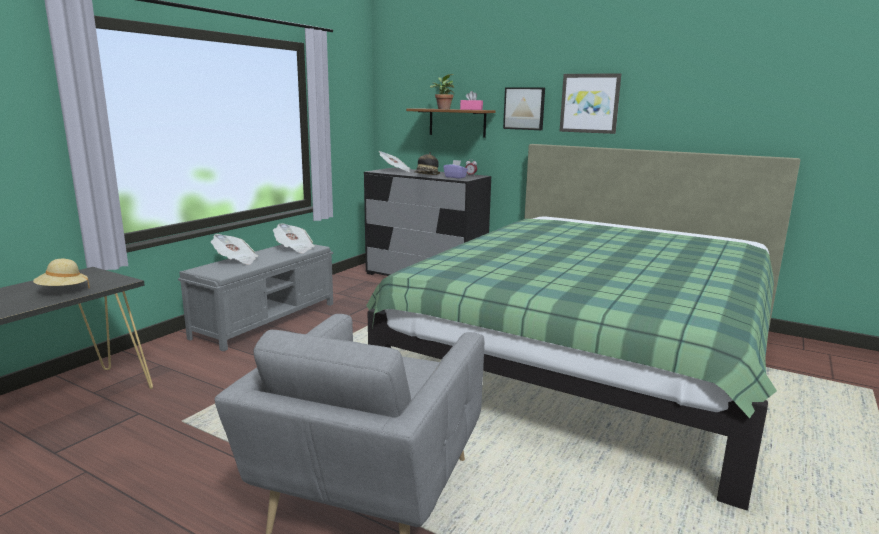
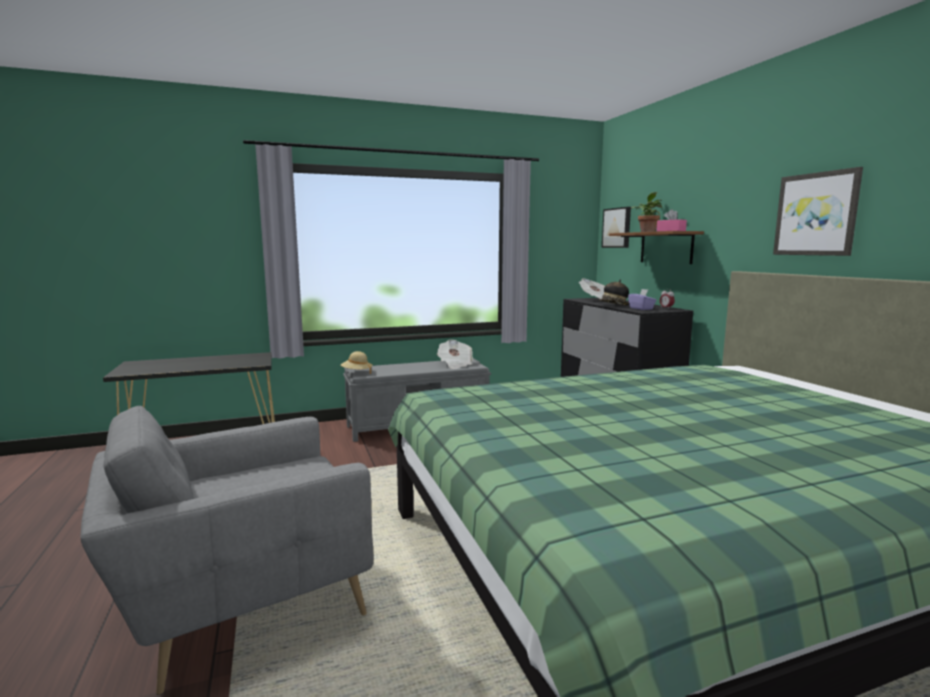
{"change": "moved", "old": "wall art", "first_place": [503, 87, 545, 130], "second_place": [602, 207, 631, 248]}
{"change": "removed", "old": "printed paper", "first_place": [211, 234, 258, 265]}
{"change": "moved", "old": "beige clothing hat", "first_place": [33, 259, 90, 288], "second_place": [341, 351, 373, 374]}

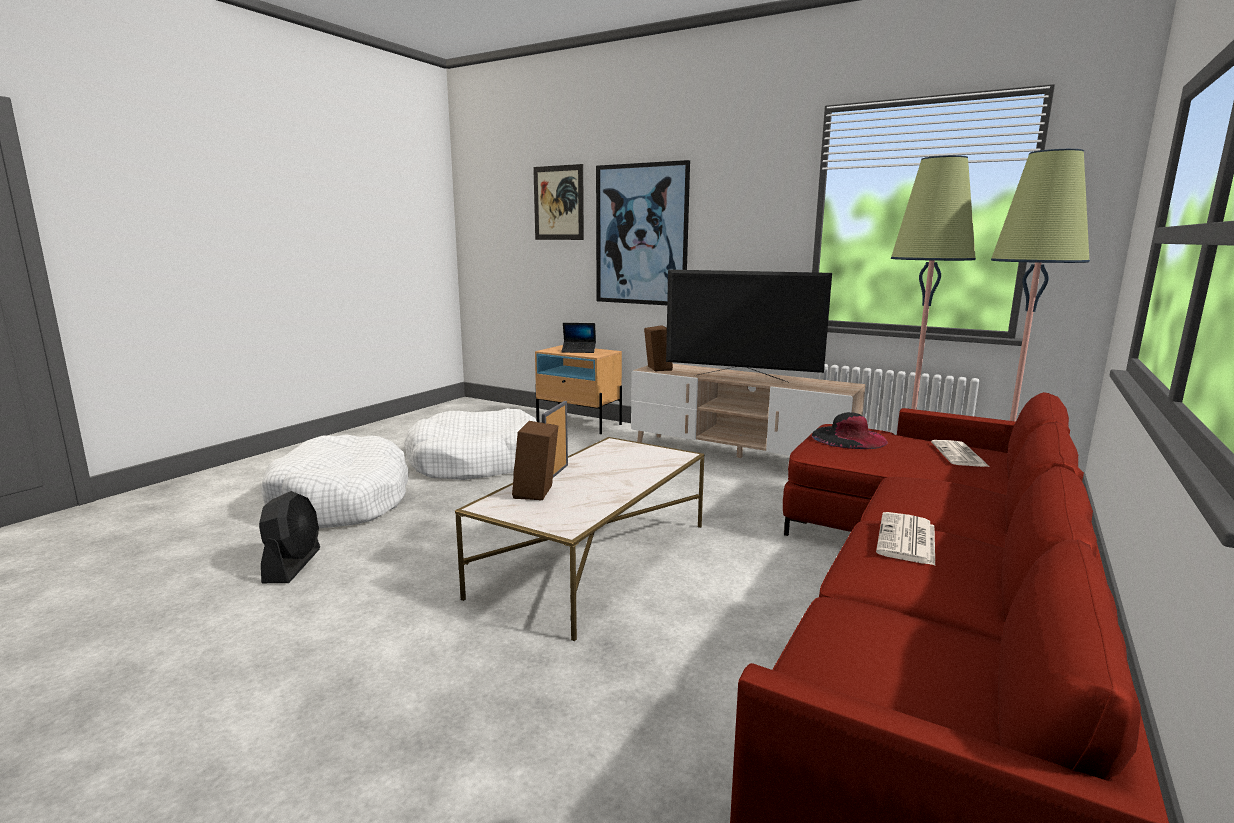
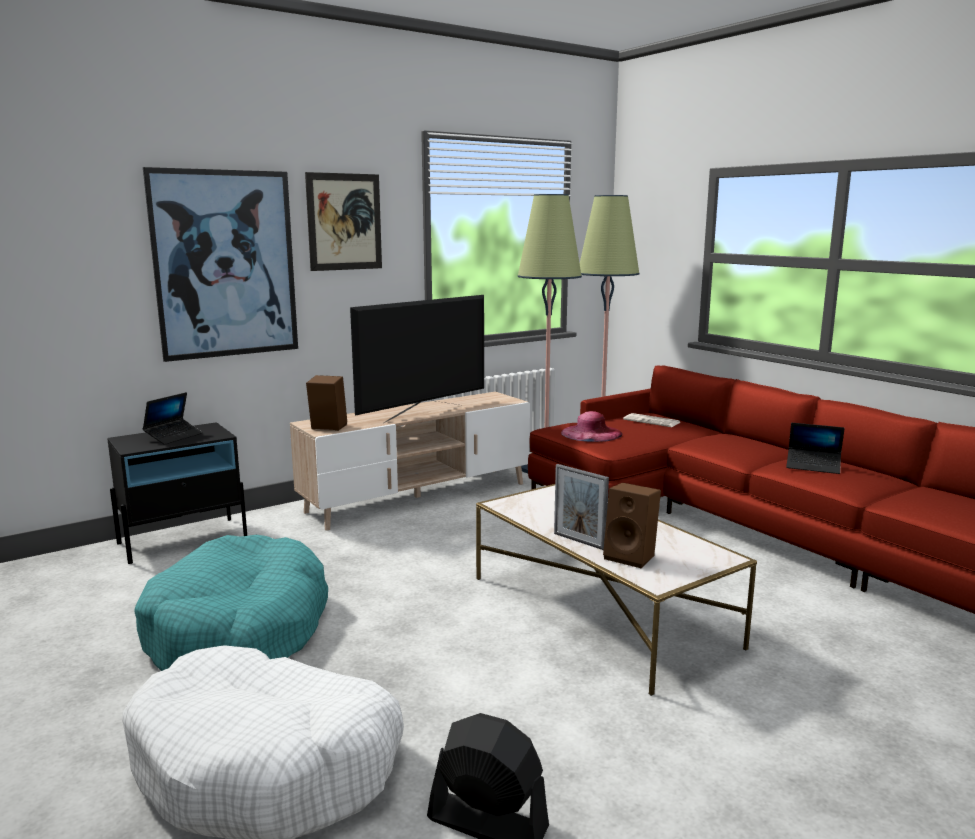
{"change": "moved", "old": "wall art", "first_place": [533, 164, 584, 240], "second_place": [305, 172, 382, 271]}
{"change": "recoloured", "old": "beige nightstand", "new": "black nightstand", "first_place": [535, 345, 622, 434], "second_place": [107, 422, 247, 564]}
{"change": "recoloured", "old": "white dog bed", "new": "blue-green dog bed", "first_place": [404, 408, 537, 480], "second_place": [134, 535, 328, 671]}
{"change": "recoloured", "old": "black clothing hat", "new": "pinkish clothing hat", "first_place": [812, 412, 888, 449], "second_place": [561, 411, 623, 442]}
{"change": "replaced", "old": "printed paper", "new": "laptop", "first_place": [876, 512, 935, 565], "second_place": [786, 423, 845, 474]}

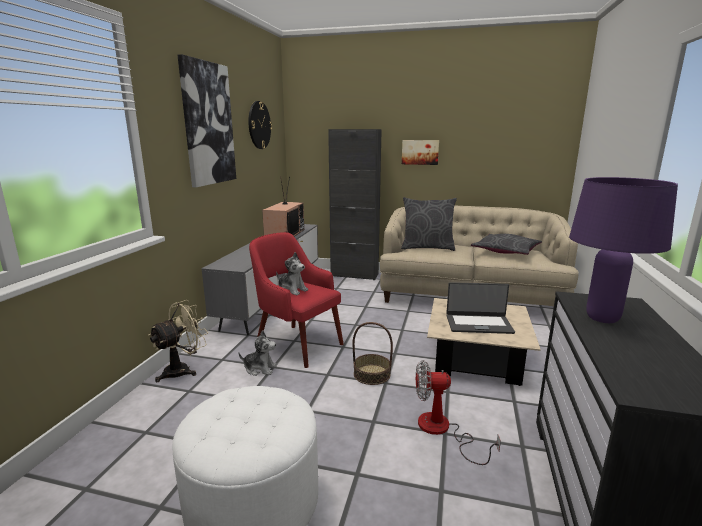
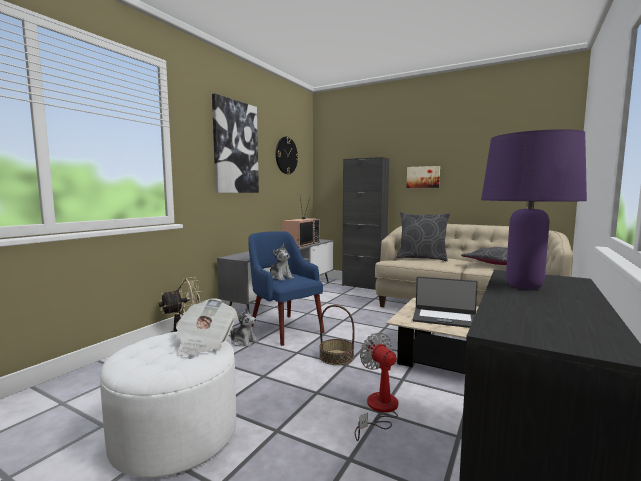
{"change": "recoloured", "old": "reddish easy chair", "new": "blue-coloured easy chair", "first_place": [249, 232, 344, 368], "second_place": [248, 231, 325, 346]}
{"change": "turned", "old": "electric fan", "first_place": [416, 360, 501, 465], "second_place": [355, 333, 398, 441], "degrees": 45}
{"change": "added", "new": "printed paper", "second_place": [175, 298, 237, 356]}

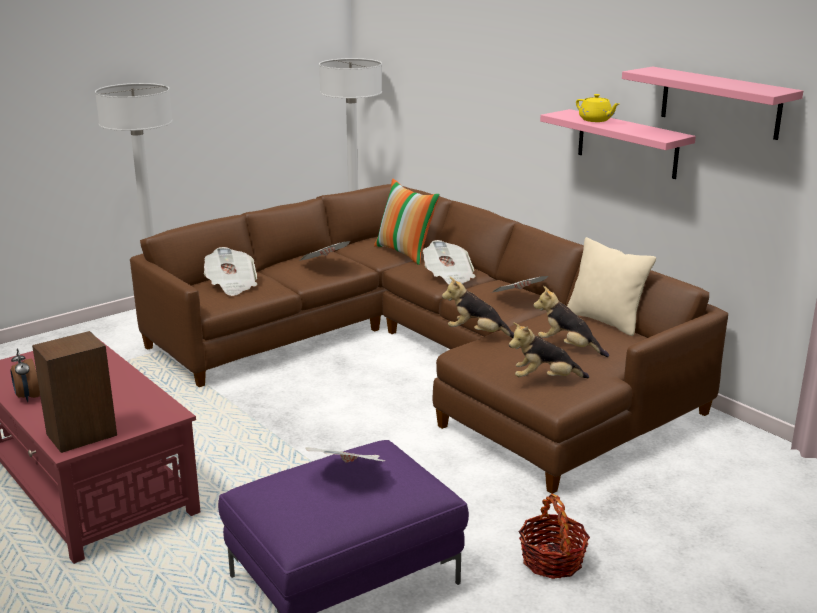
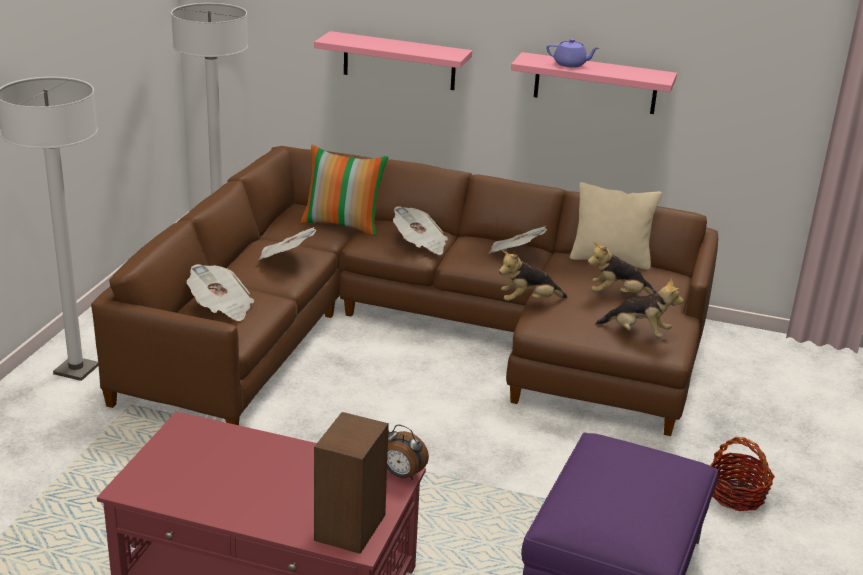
{"change": "moved", "old": "pinkish bracket shelf", "first_place": [622, 66, 803, 140], "second_place": [314, 31, 472, 90]}
{"change": "recoloured", "old": "yellow pot for tea", "new": "purple pot for tea", "first_place": [576, 94, 619, 122], "second_place": [546, 39, 600, 68]}
{"change": "turned", "old": "plush toy", "first_place": [509, 322, 589, 378], "second_place": [596, 278, 684, 337], "degrees": -120}
{"change": "moved", "old": "table clock", "first_place": [11, 348, 40, 402], "second_place": [387, 425, 429, 480]}
{"change": "removed", "old": "printed paper", "first_place": [305, 447, 386, 463]}

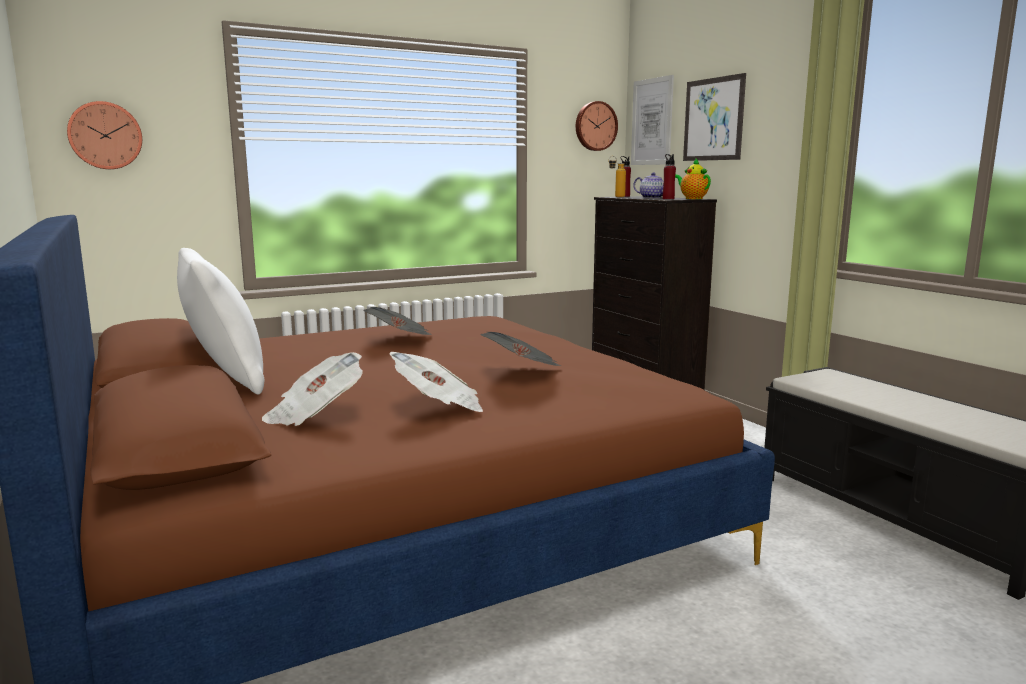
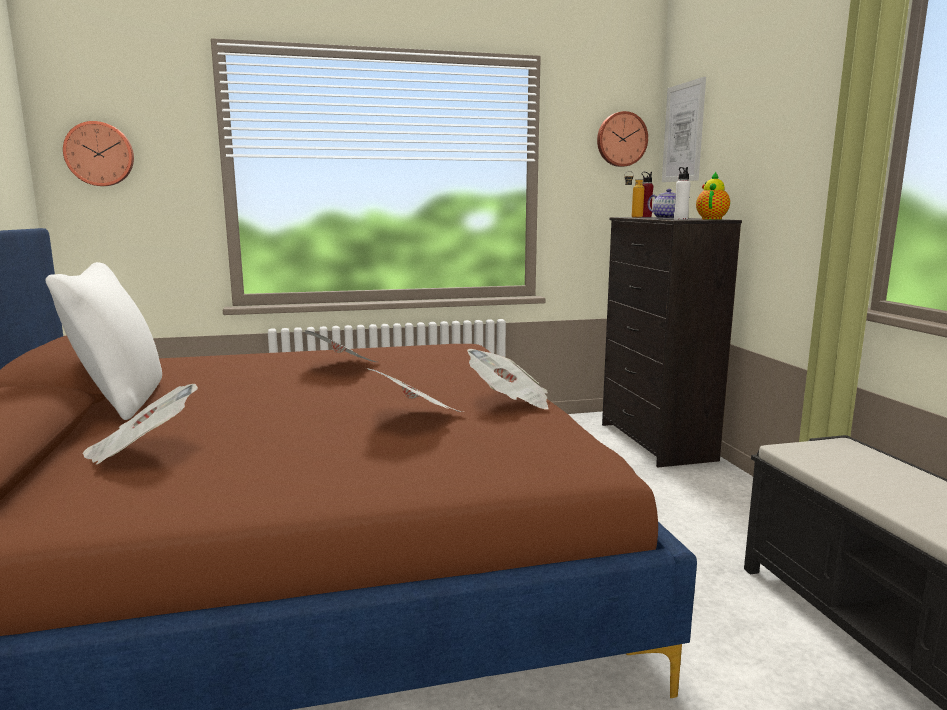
{"change": "removed", "old": "wall art", "first_place": [683, 73, 746, 161]}
{"change": "recoloured", "old": "reddish bottle", "new": "white bottle", "first_place": [663, 154, 676, 199], "second_place": [674, 167, 691, 220]}
{"change": "turned", "old": "pot for tea", "first_place": [675, 159, 711, 199], "second_place": [696, 172, 730, 220], "degrees": 45}
{"change": "moved", "old": "printed paper", "first_place": [390, 352, 483, 412], "second_place": [467, 349, 548, 410]}

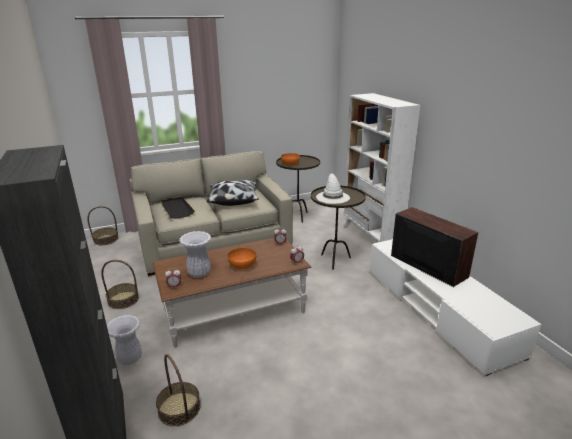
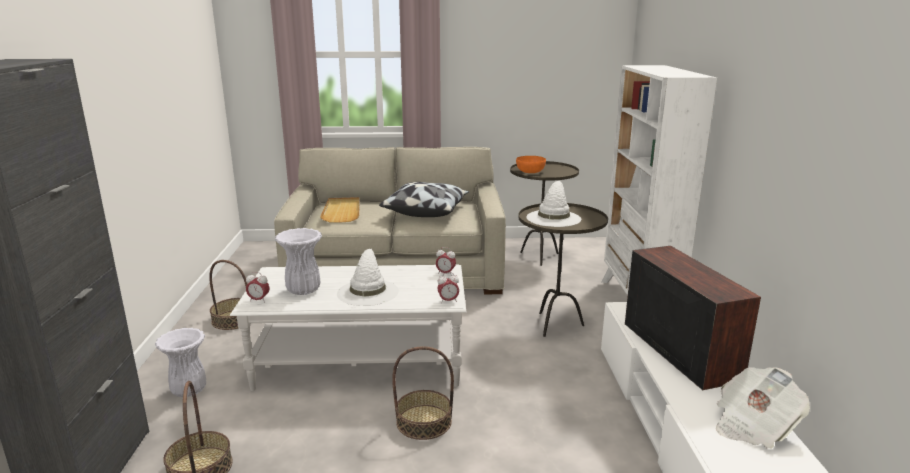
{"change": "recoloured", "old": "black carrying tray", "new": "beige carrying tray", "first_place": [161, 196, 195, 219], "second_place": [320, 197, 360, 223]}
{"change": "moved", "old": "storage basket", "first_place": [88, 206, 118, 245], "second_place": [392, 346, 454, 440]}
{"change": "recoloured", "old": "brownish coffee table", "new": "white coffee table", "first_place": [152, 238, 312, 348], "second_place": [230, 265, 466, 391]}
{"change": "replaced", "old": "orange-coloured serving bowl", "new": "white clothing hat", "first_place": [228, 248, 256, 269], "second_place": [337, 249, 399, 306]}
{"change": "added", "new": "printed paper", "second_place": [716, 367, 810, 449]}

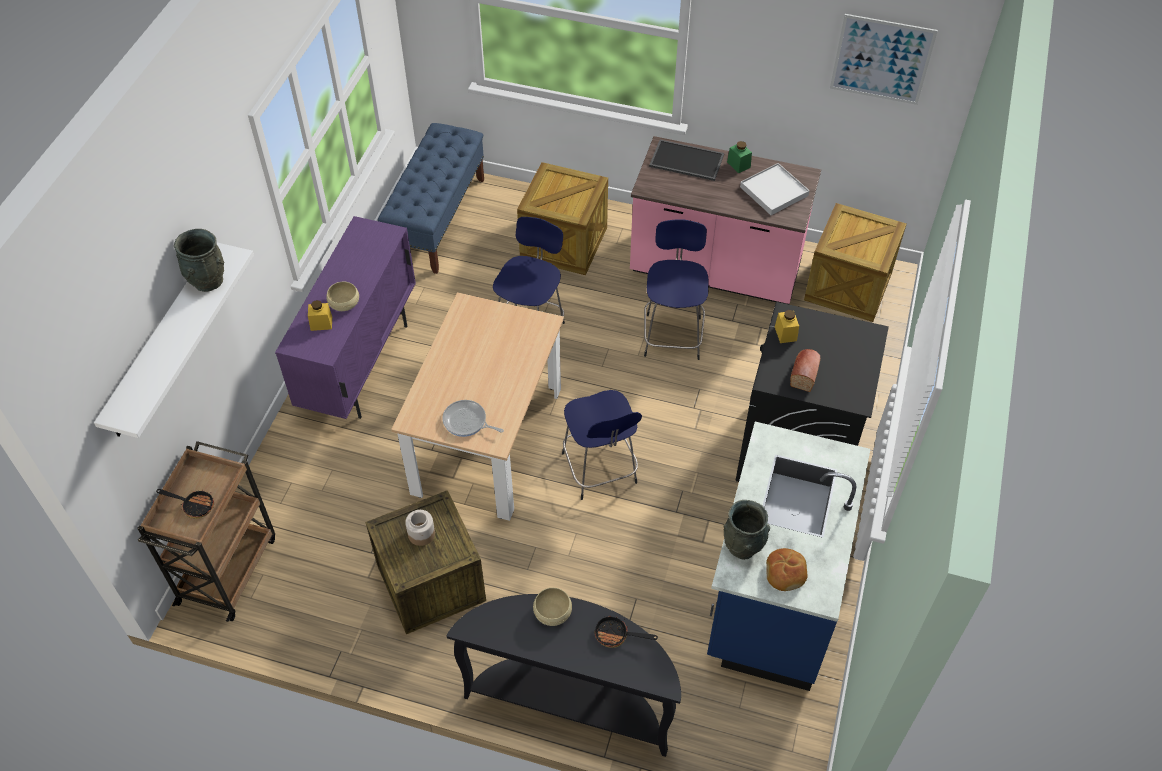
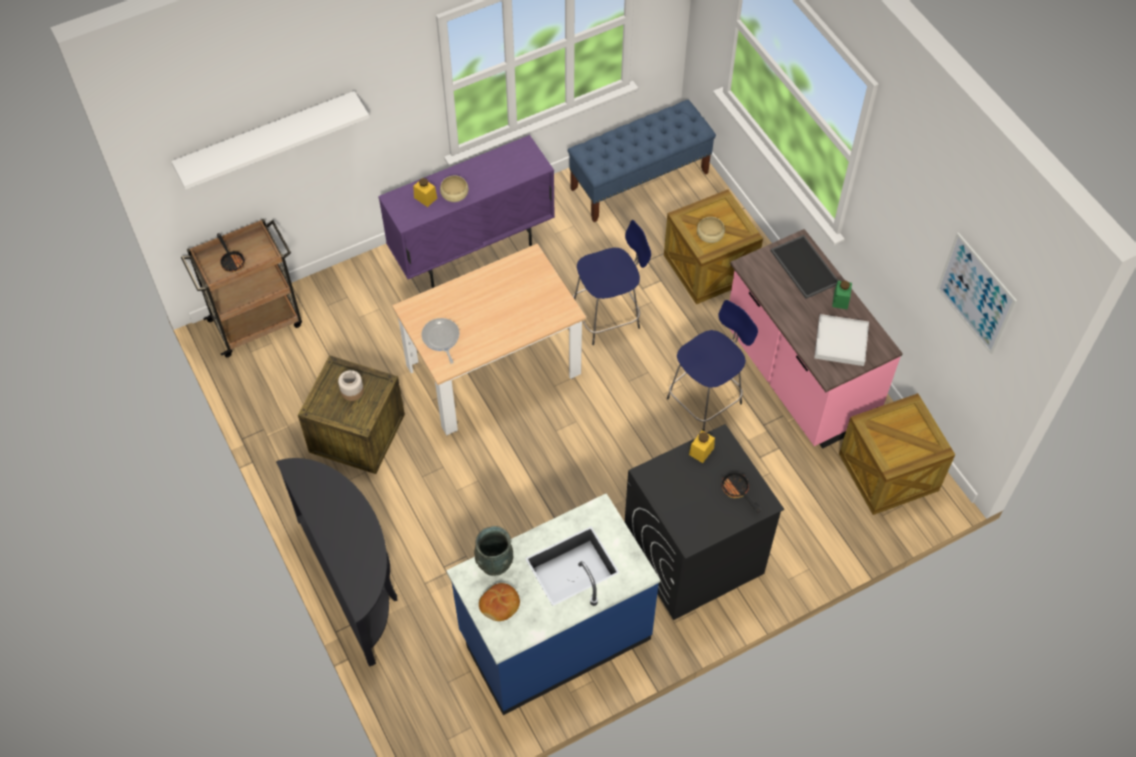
{"change": "removed", "old": "grey flower vase", "first_place": [174, 229, 224, 292]}
{"change": "removed", "old": "bread", "first_place": [790, 349, 820, 392]}
{"change": "removed", "old": "blue-coloured stool", "first_place": [562, 390, 642, 500]}
{"change": "moved", "old": "beige serving bowl", "first_place": [533, 588, 572, 626], "second_place": [697, 217, 725, 243]}
{"change": "moved", "old": "pan", "first_place": [595, 616, 658, 648], "second_place": [722, 472, 760, 513]}

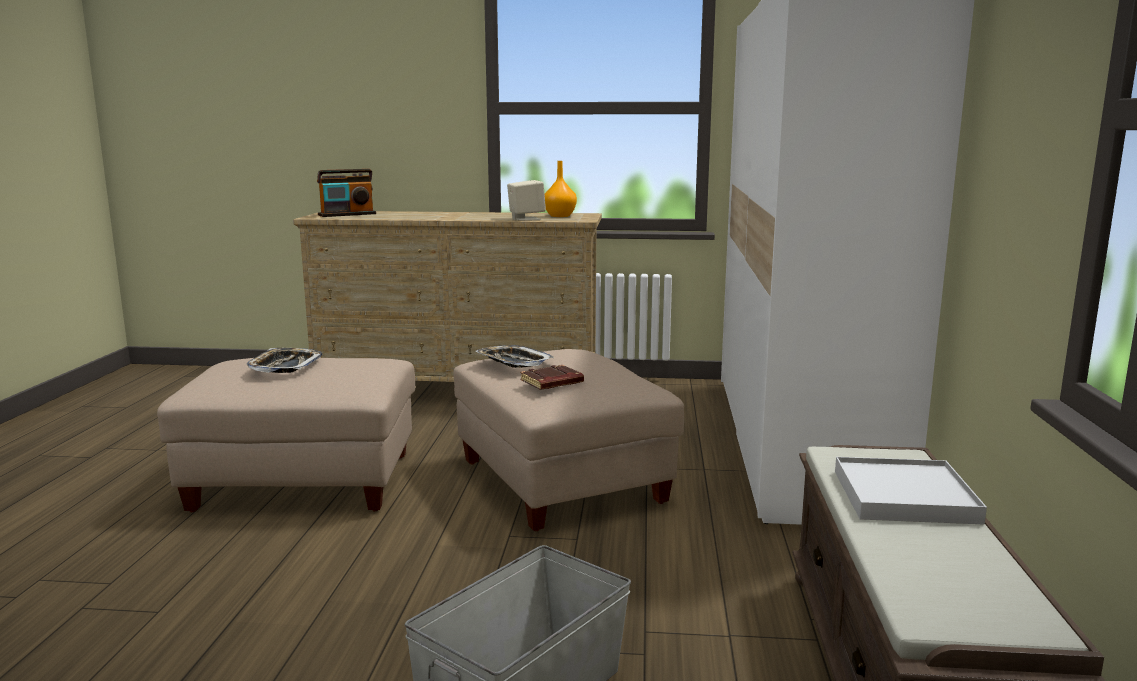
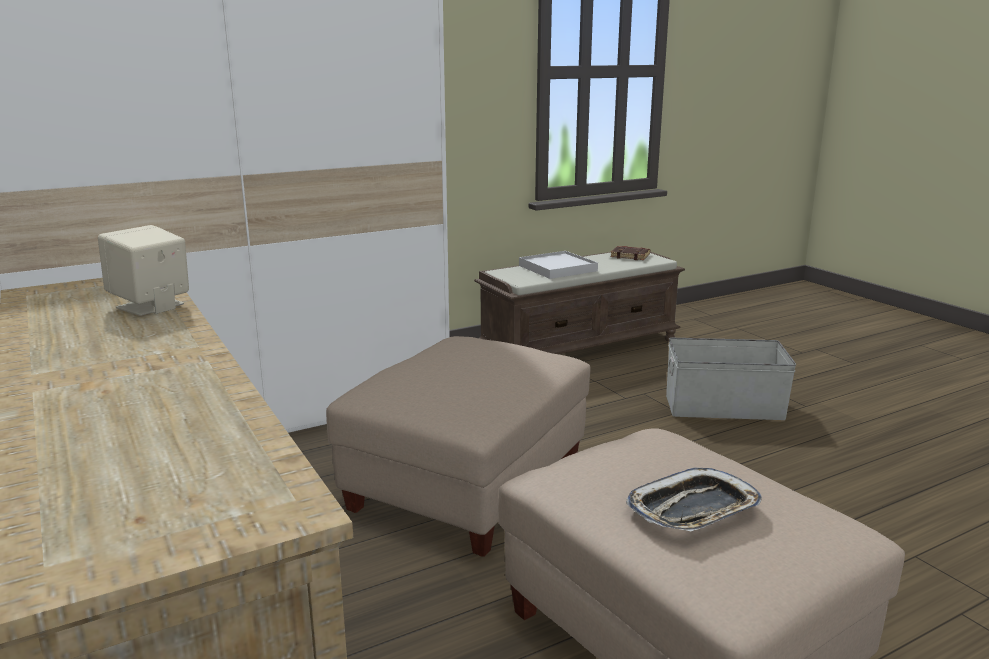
{"change": "removed", "old": "orange-coloured flower vase", "first_place": [545, 161, 577, 217]}
{"change": "removed", "old": "radio receiver", "first_place": [317, 169, 376, 217]}
{"change": "removed", "old": "carrying tray", "first_place": [476, 345, 554, 368]}
{"change": "moved", "old": "brownish volume", "first_place": [520, 365, 584, 390], "second_place": [610, 246, 650, 260]}

